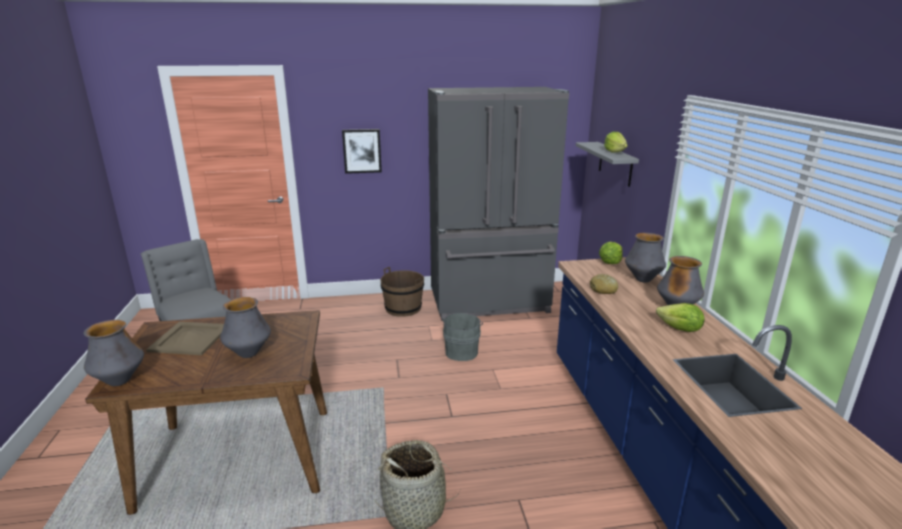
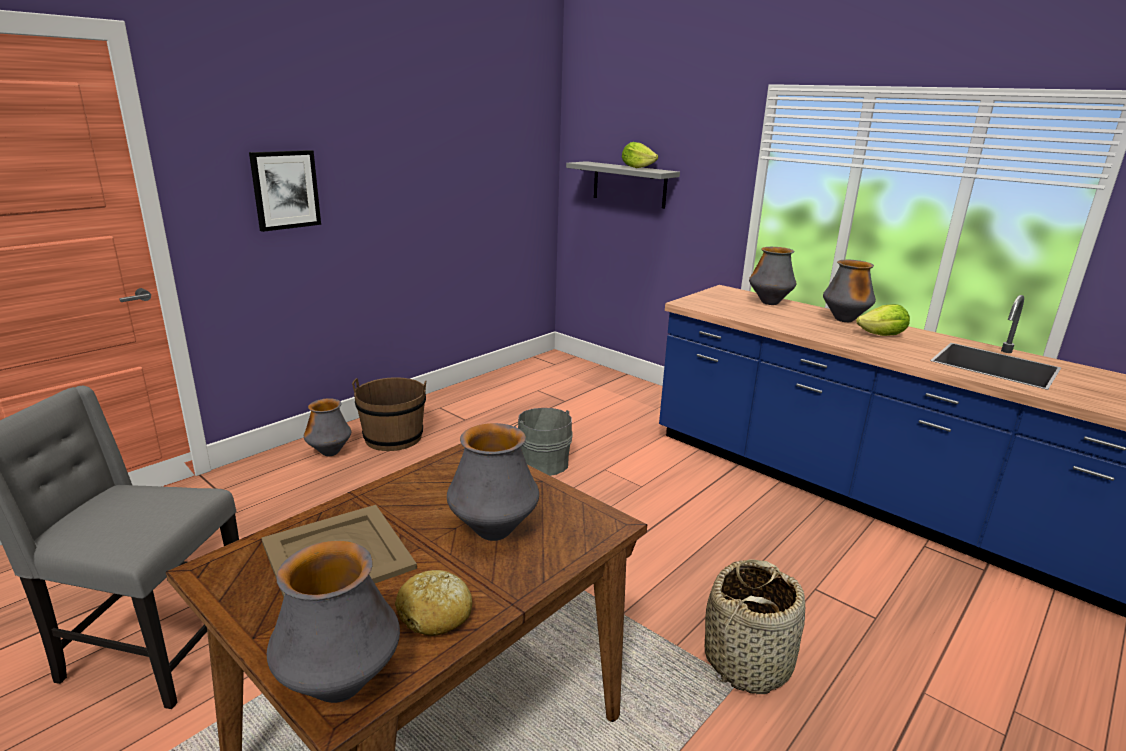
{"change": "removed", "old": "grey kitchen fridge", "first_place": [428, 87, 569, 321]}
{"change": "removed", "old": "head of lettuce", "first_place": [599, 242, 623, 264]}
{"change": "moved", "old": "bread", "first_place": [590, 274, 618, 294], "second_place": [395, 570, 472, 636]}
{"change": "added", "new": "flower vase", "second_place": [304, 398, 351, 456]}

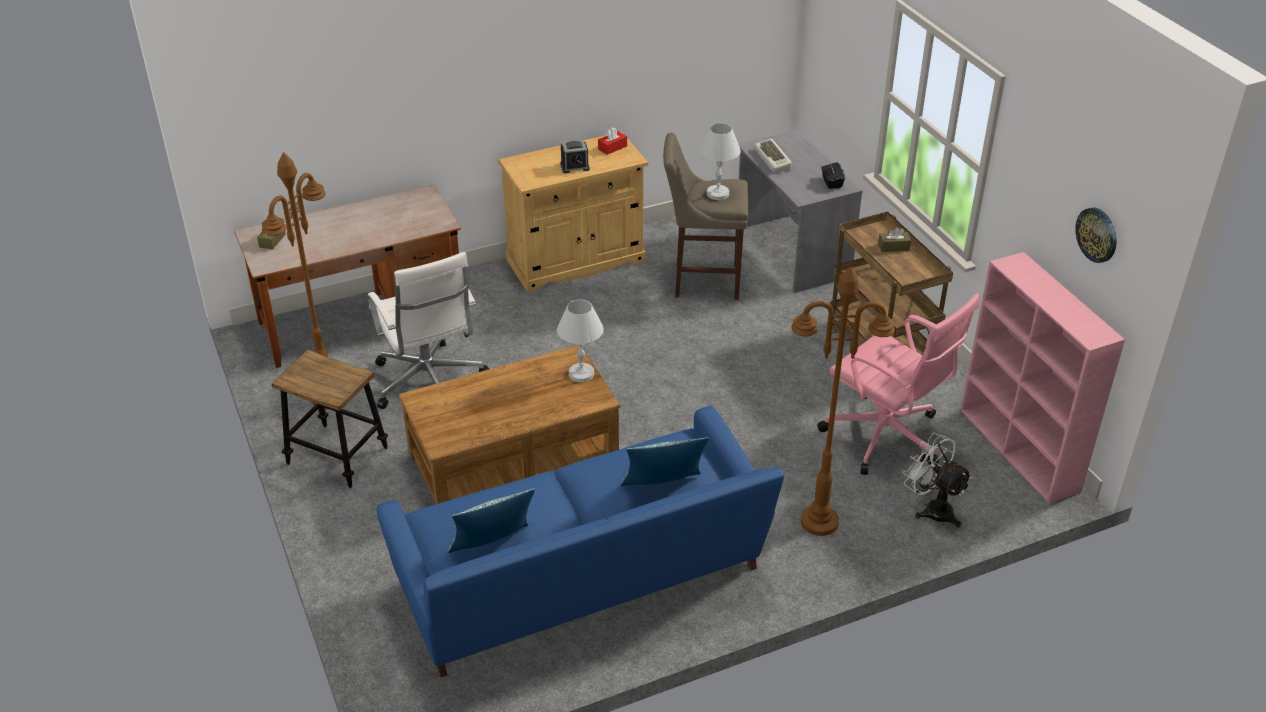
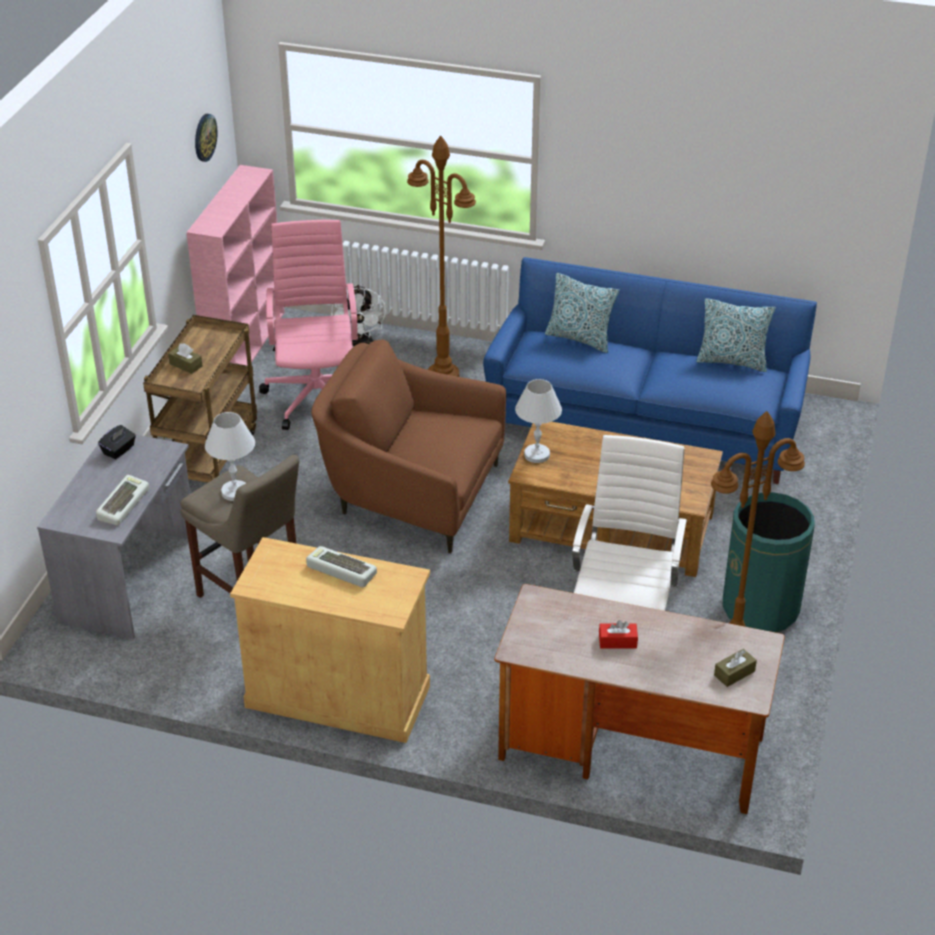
{"change": "moved", "old": "reddish tissue box", "first_place": [598, 127, 627, 155], "second_place": [599, 620, 638, 649]}
{"change": "replaced", "old": "table clock", "new": "keyboard", "first_place": [560, 140, 590, 173], "second_place": [306, 546, 377, 587]}
{"change": "replaced", "old": "stool", "new": "greenish waste bin", "first_place": [272, 349, 388, 488], "second_place": [723, 492, 815, 632]}
{"change": "added", "new": "brownish easy chair", "second_place": [311, 340, 506, 553]}

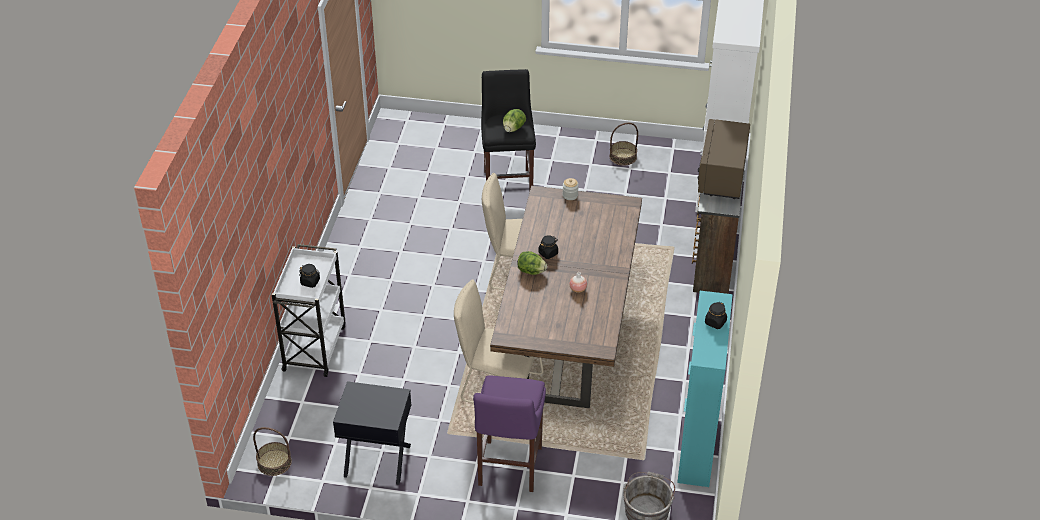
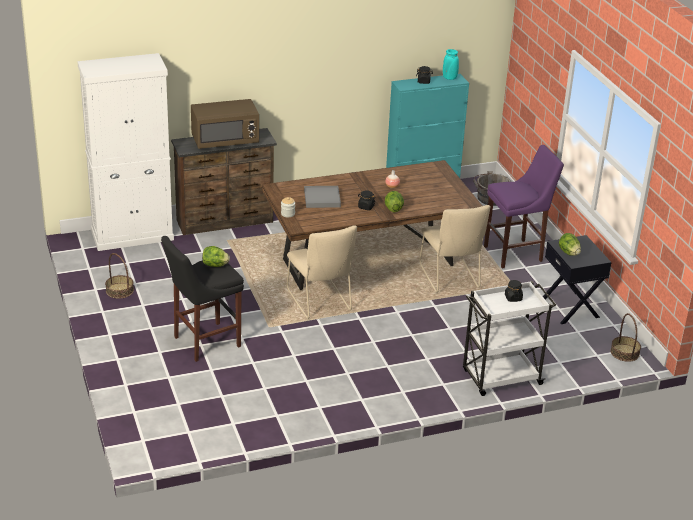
{"change": "added", "new": "blue-green flower vase", "second_place": [443, 49, 459, 80]}
{"change": "added", "new": "grey carrying tray", "second_place": [304, 186, 341, 208]}
{"change": "added", "new": "head of lettuce", "second_place": [559, 233, 581, 256]}

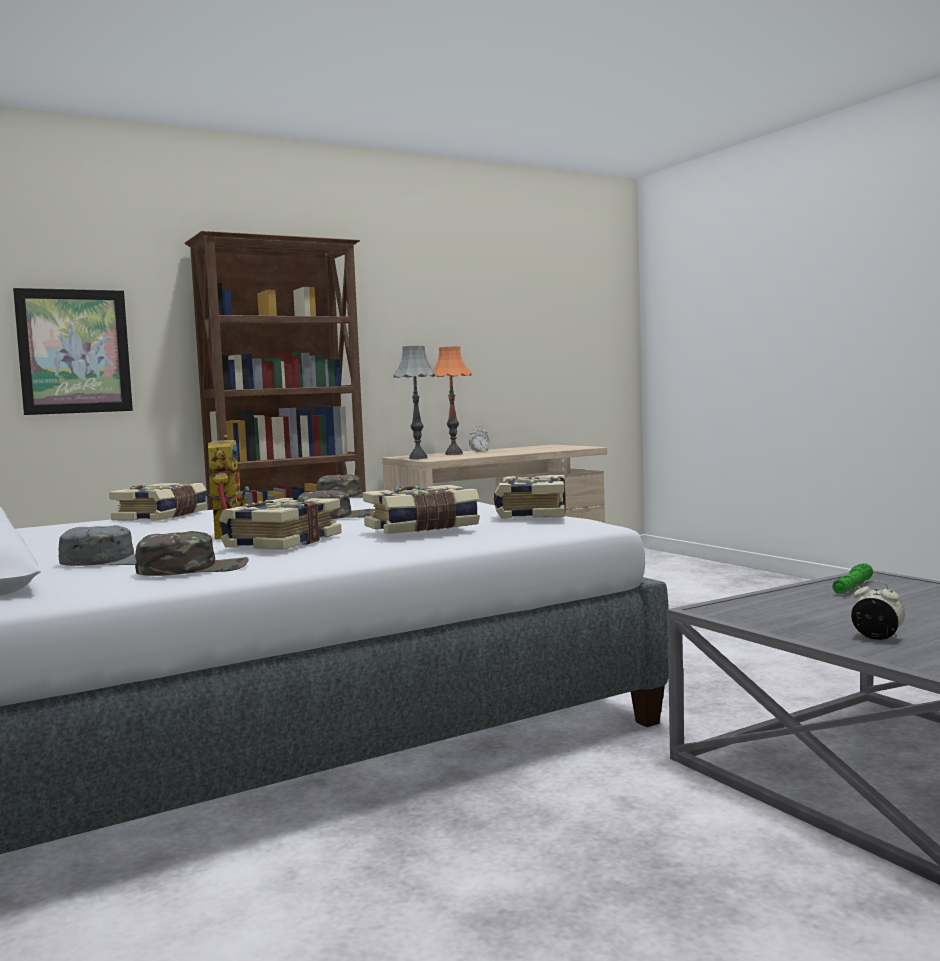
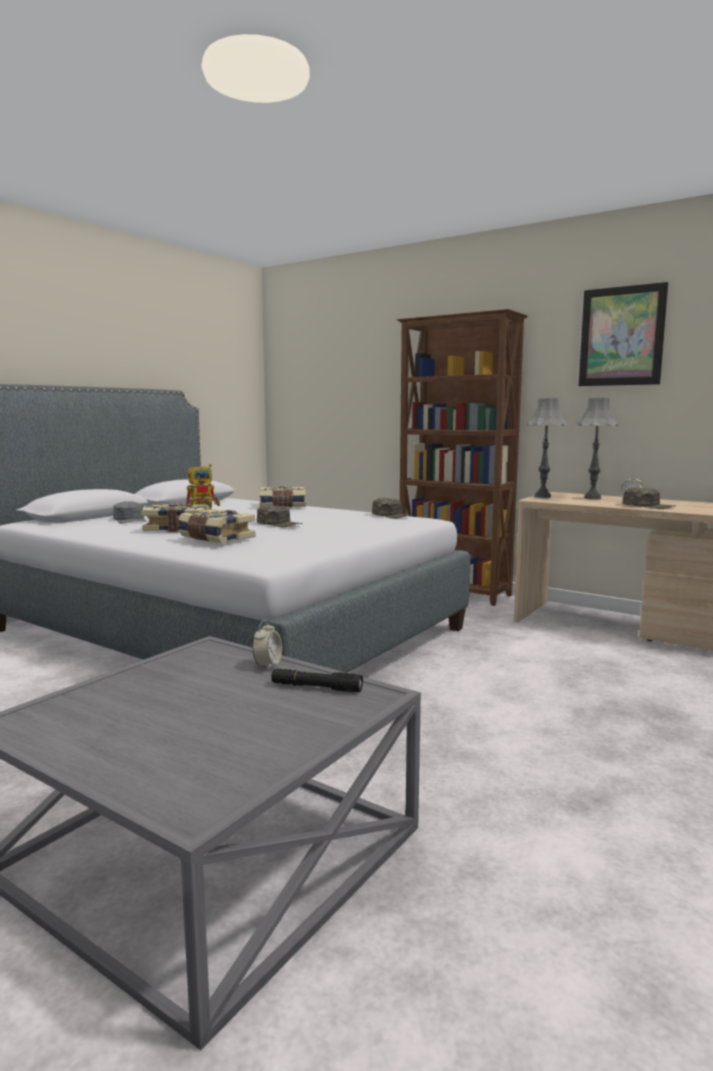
{"change": "moved", "old": "wall art", "first_place": [13, 288, 133, 415], "second_place": [579, 282, 668, 386]}
{"change": "recoloured", "old": "orange-coloured lamp for a table", "new": "grey lamp for a table", "first_place": [430, 346, 471, 455], "second_place": [577, 398, 618, 500]}
{"change": "removed", "old": "volume", "first_place": [494, 475, 566, 519]}
{"change": "moved", "old": "greenish peaked cap", "first_place": [135, 531, 249, 576], "second_place": [623, 487, 675, 509]}
{"change": "recoloured", "old": "greenish torch", "new": "black torch", "first_place": [833, 563, 873, 594], "second_place": [271, 669, 363, 692]}
{"change": "moved", "old": "table clock", "first_place": [851, 580, 905, 640], "second_place": [252, 620, 282, 670]}

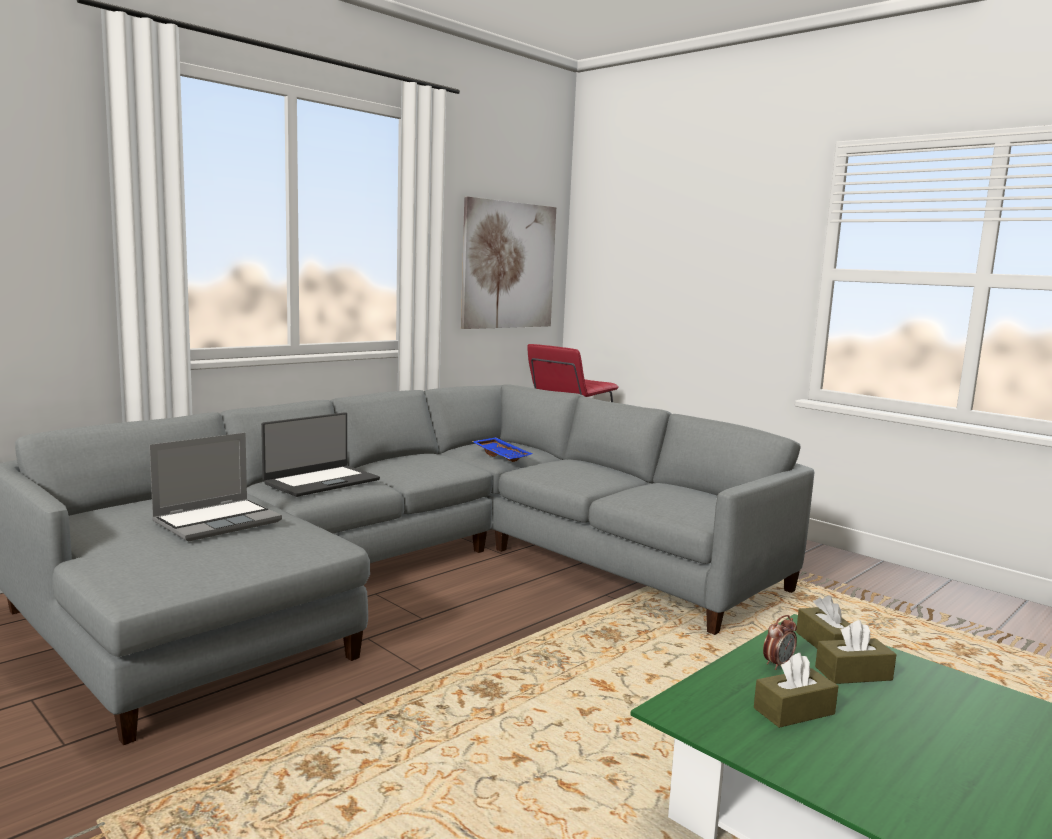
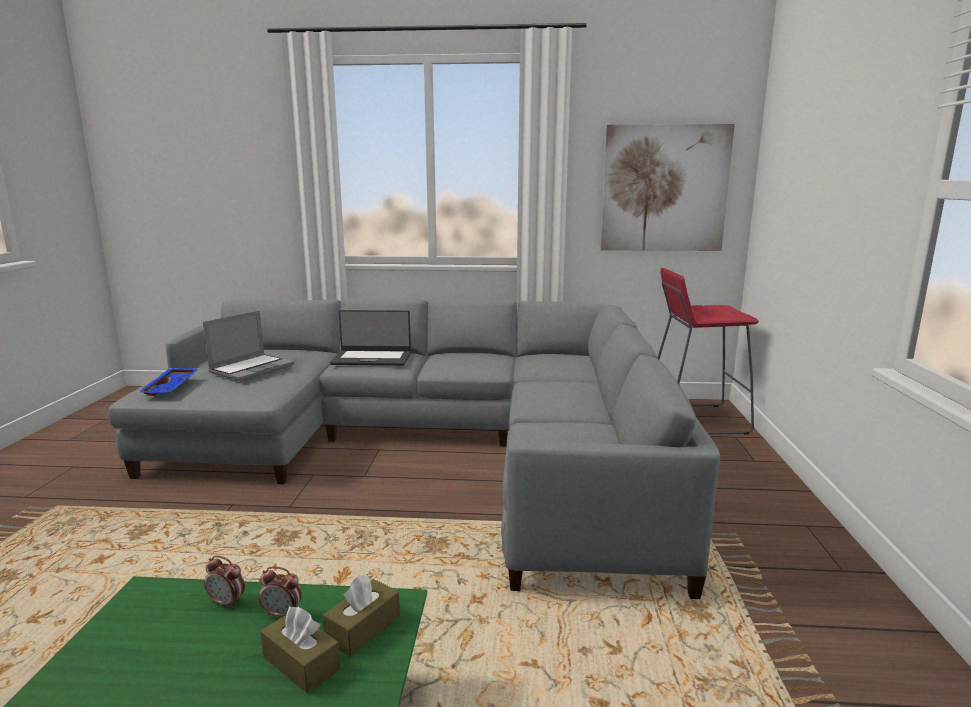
{"change": "turned", "old": "laptop", "first_place": [149, 433, 282, 542], "second_place": [203, 310, 294, 381], "degrees": -60}
{"change": "moved", "old": "blue-coloured carrying tray", "first_place": [472, 437, 532, 462], "second_place": [138, 368, 200, 396]}
{"change": "removed", "old": "brownish tissue box", "first_place": [754, 653, 838, 728]}
{"change": "added", "new": "table clock", "second_place": [204, 555, 245, 609]}

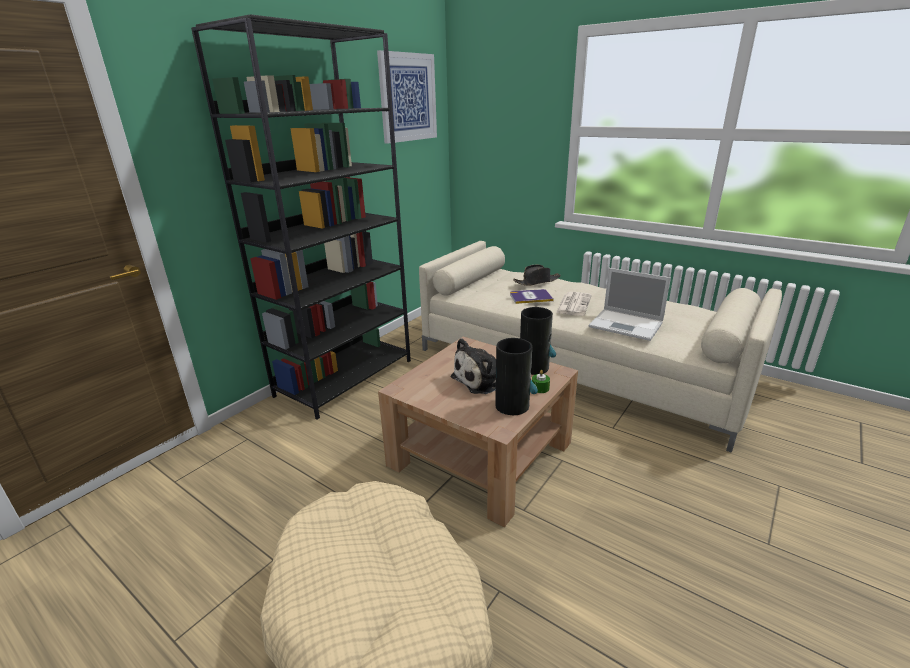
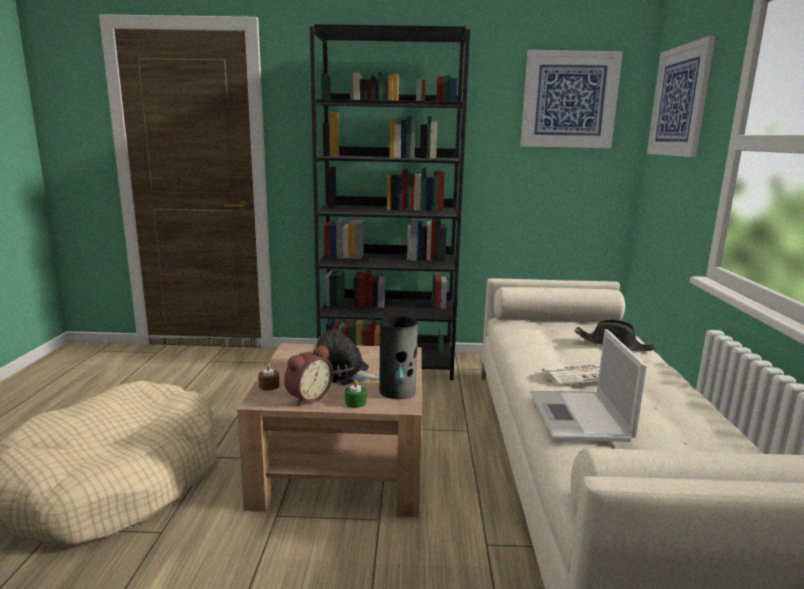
{"change": "removed", "old": "volume", "first_place": [510, 289, 554, 304]}
{"change": "replaced", "old": "flower vase", "new": "table clock", "first_place": [495, 338, 538, 415], "second_place": [284, 345, 334, 405]}
{"change": "added", "new": "wall art", "second_place": [647, 36, 715, 157]}
{"change": "added", "new": "brownish wax light", "second_place": [258, 364, 280, 391]}

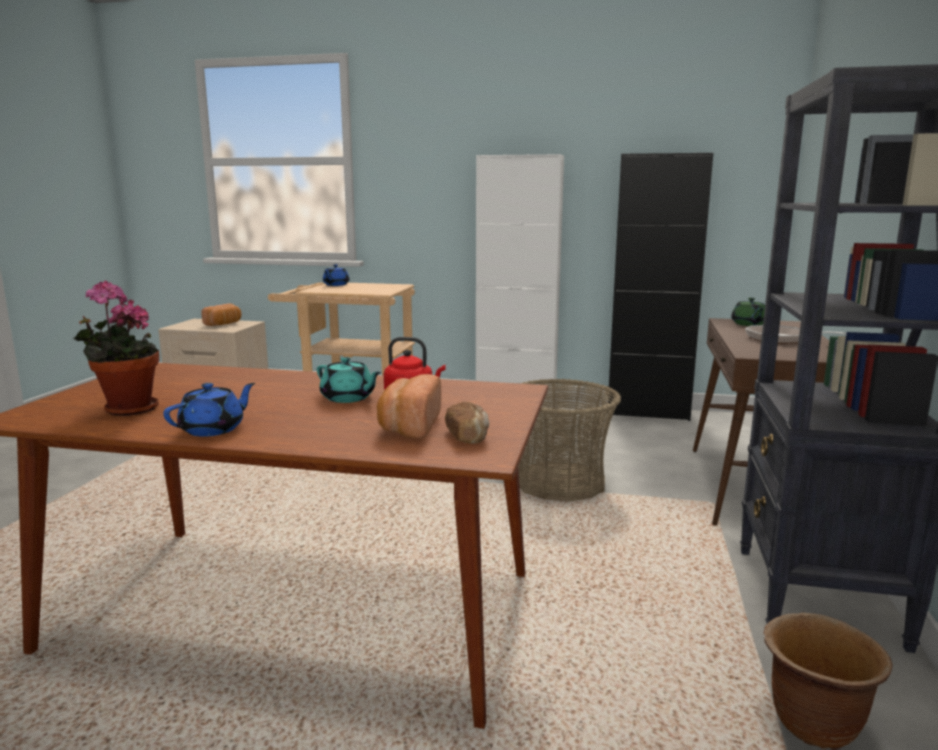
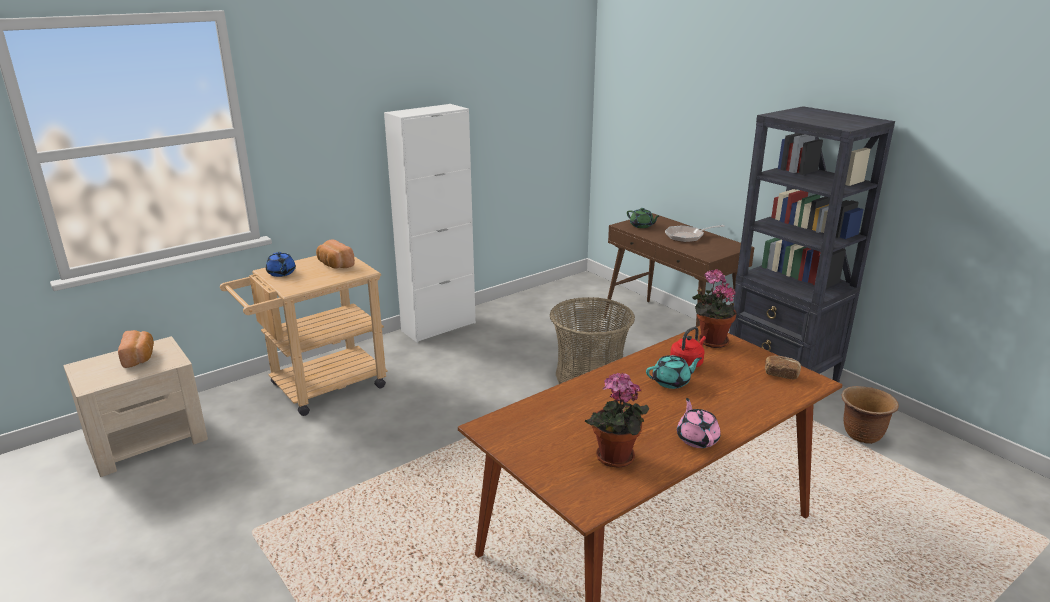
{"change": "removed", "old": "black cabinet", "first_place": [607, 153, 713, 421]}
{"change": "moved", "old": "bread", "first_place": [377, 374, 441, 439], "second_place": [316, 240, 355, 268]}
{"change": "recoloured", "old": "blue-coloured pot for tea", "new": "pinkish pot for tea", "first_place": [163, 383, 255, 436], "second_place": [677, 398, 721, 448]}
{"change": "added", "new": "houseplant", "second_place": [692, 269, 737, 348]}

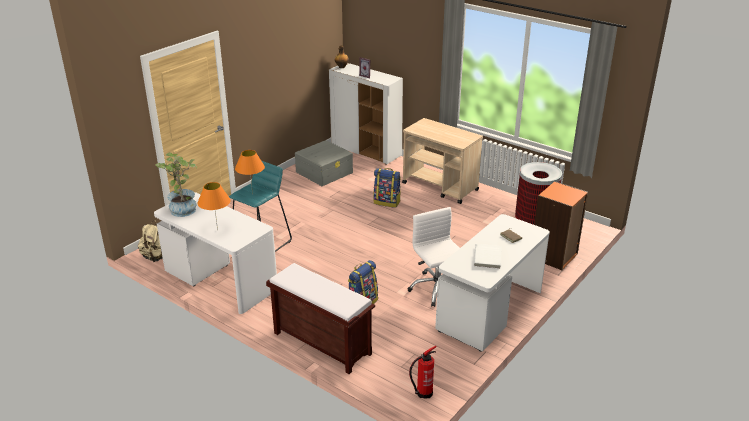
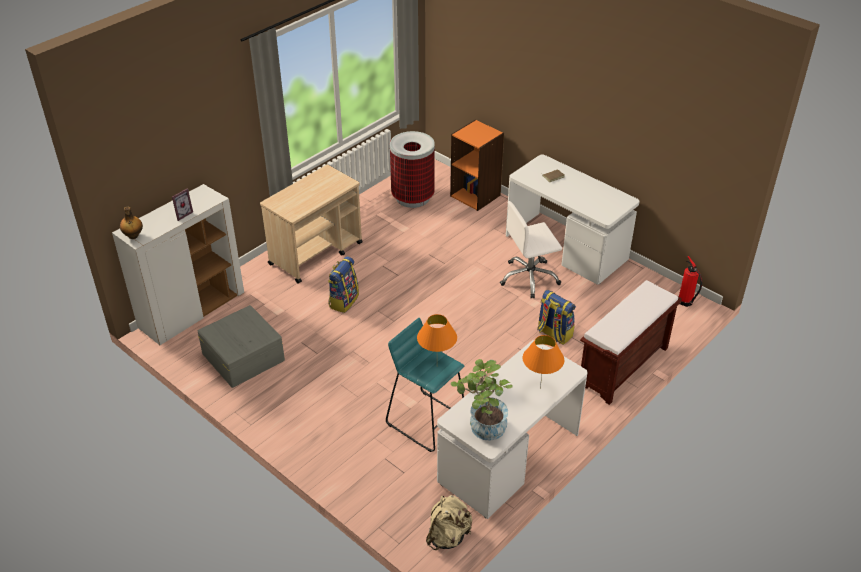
{"change": "removed", "old": "white volume", "first_place": [474, 244, 502, 269]}

